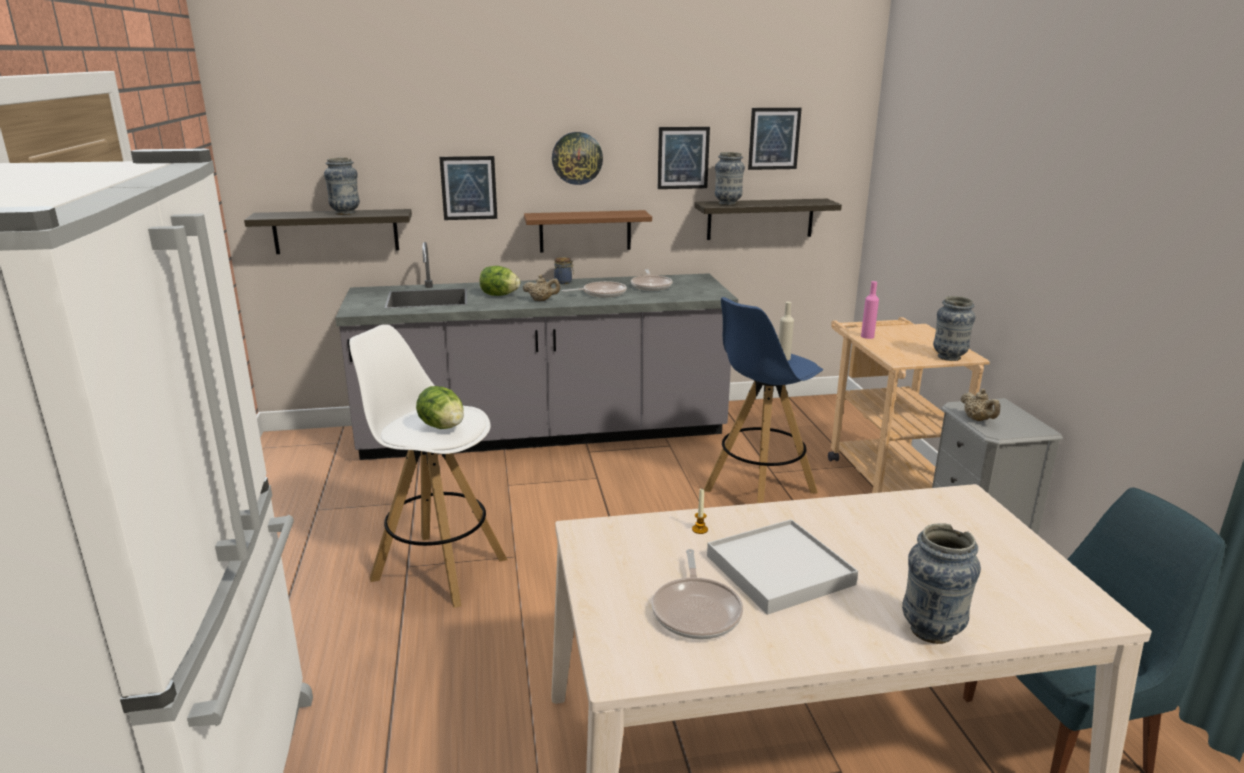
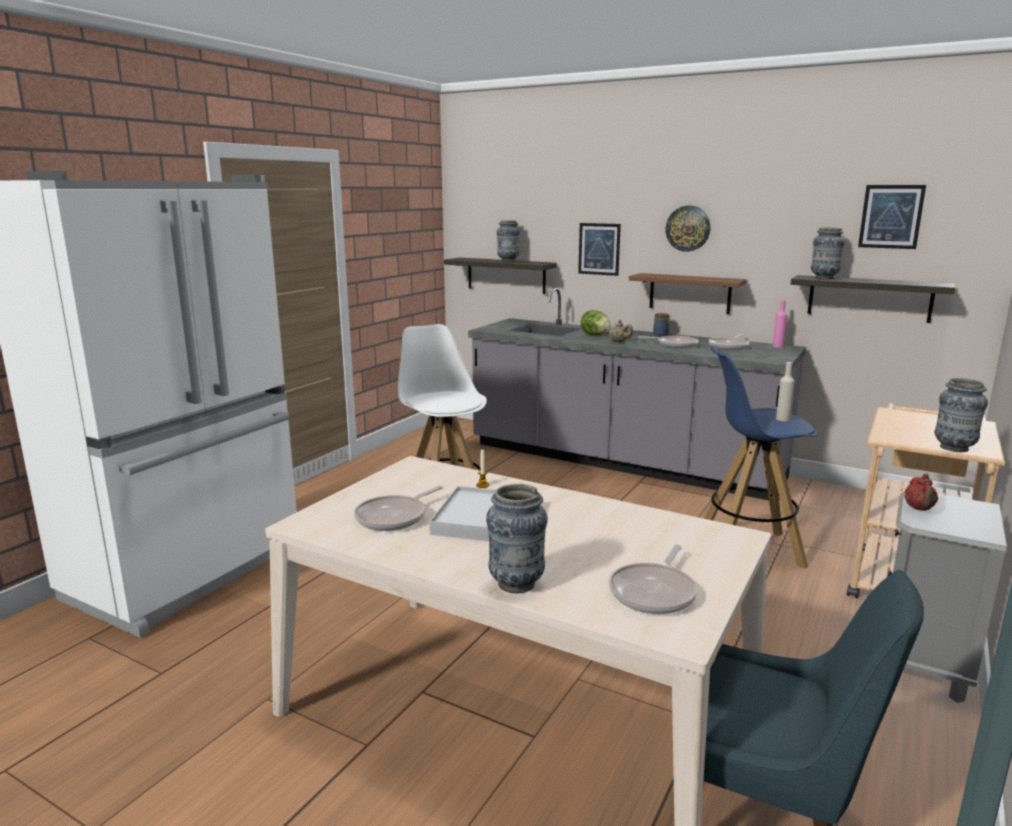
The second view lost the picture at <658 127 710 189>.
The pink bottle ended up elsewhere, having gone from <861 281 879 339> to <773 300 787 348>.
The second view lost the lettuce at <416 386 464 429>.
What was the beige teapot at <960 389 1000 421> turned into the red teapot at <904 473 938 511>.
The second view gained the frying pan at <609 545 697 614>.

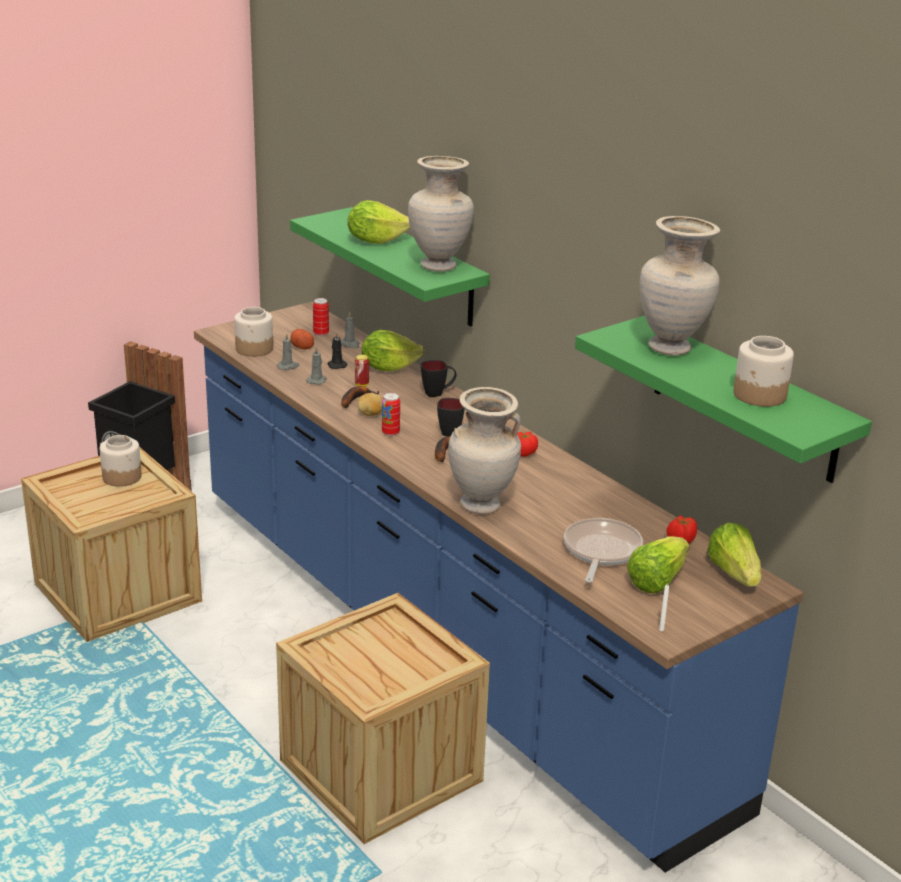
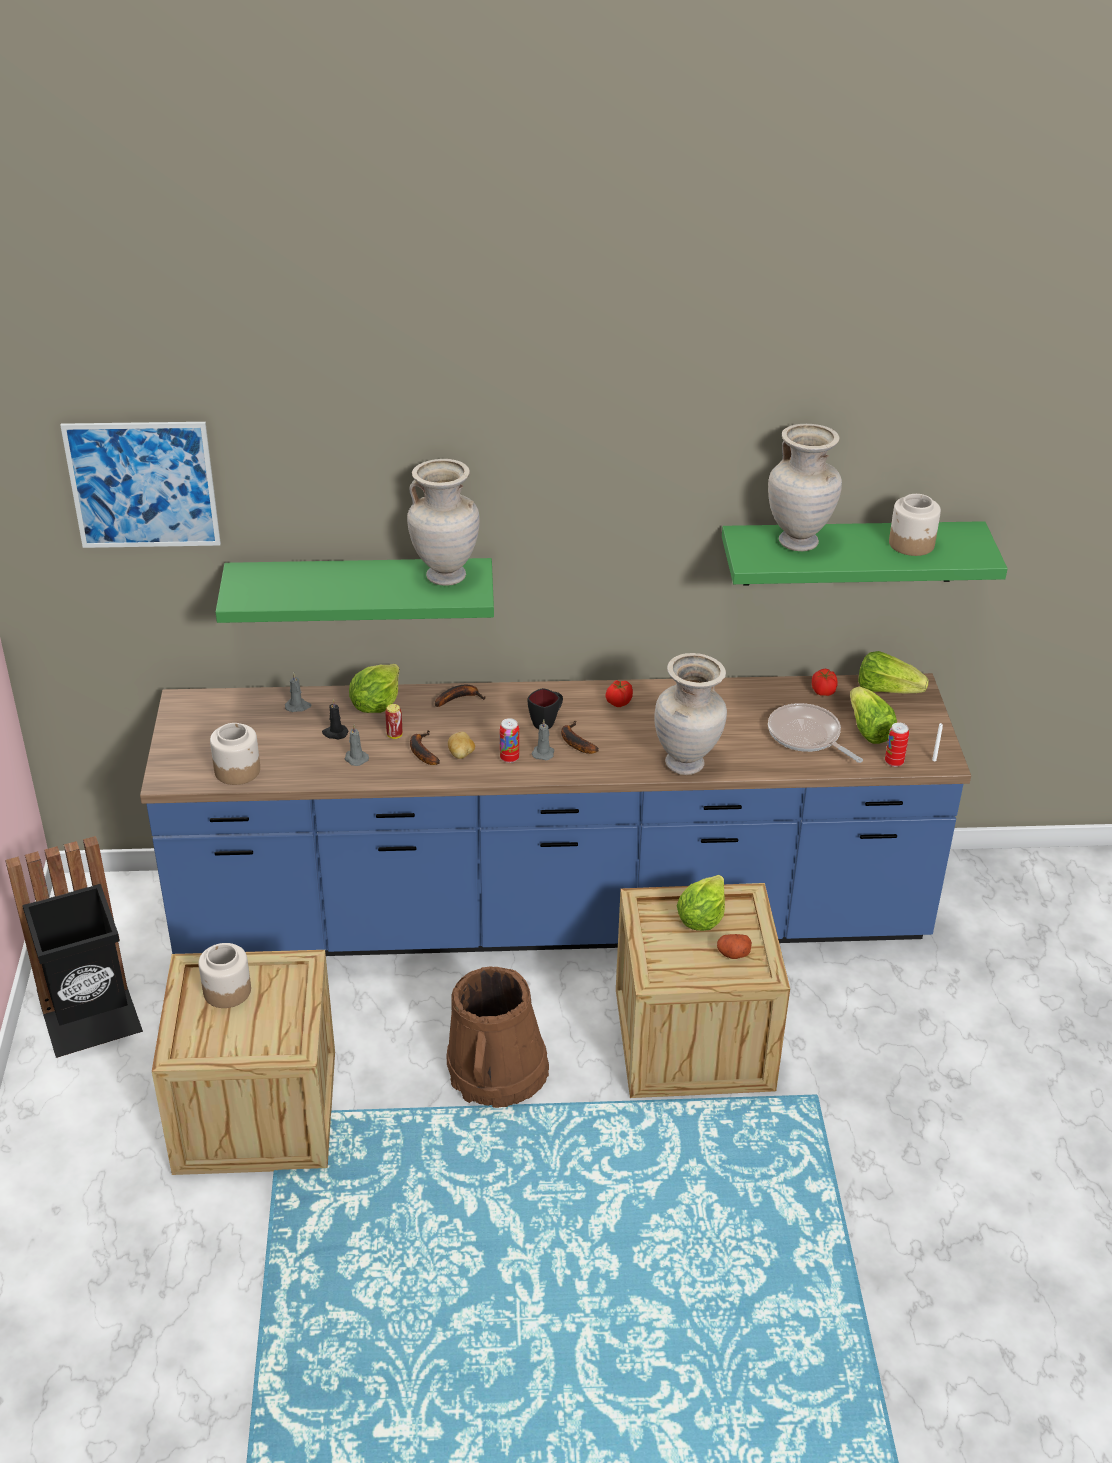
The lettuce ended up elsewhere, having gone from <348 200 410 244> to <677 875 725 931>.
The can ended up elsewhere, having gone from <313 298 329 336> to <885 722 909 767>.
The potato ended up elsewhere, having gone from <291 329 314 349> to <717 934 752 959>.
The grey candle ended up elsewhere, having gone from <277 333 300 370> to <532 719 554 760>.
Where the black mug stood at <421 360 457 397>, the banana came to stand at <435 685 486 707>.
The second view gained the picture at <60 422 221 548>.
The second view gained the brown bucket at <447 966 549 1108>.

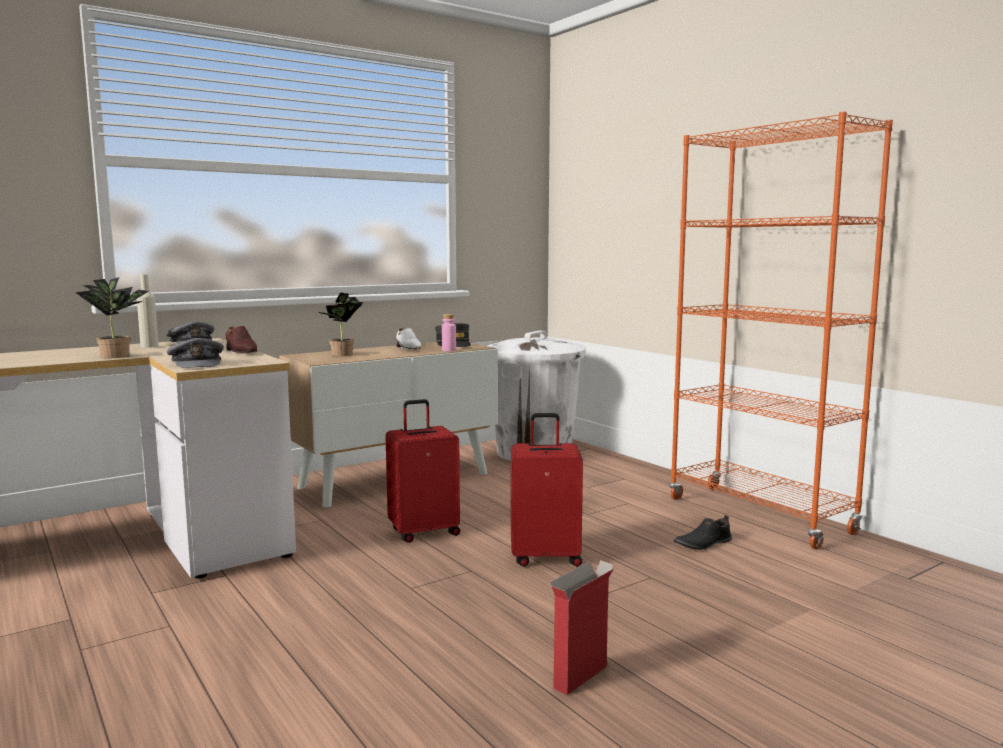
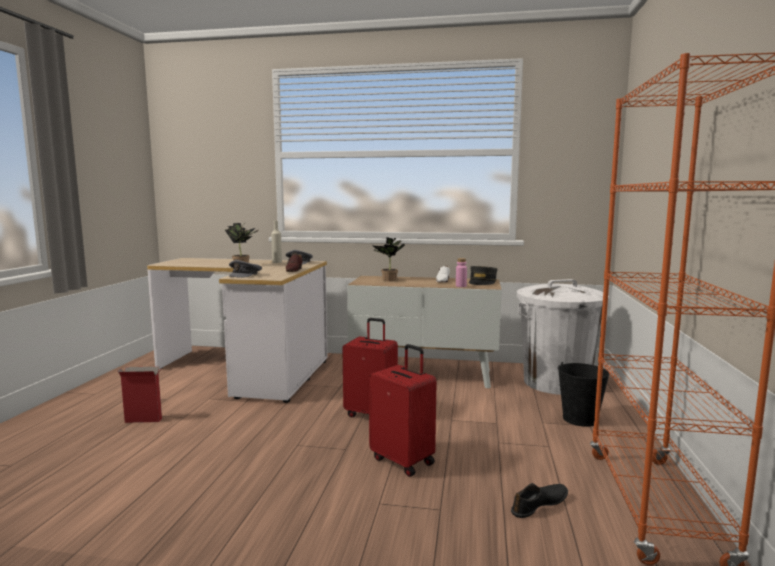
The black shoe at <674 515 732 550> ended up facing another way, 135 degrees clockwise from before.
The cardboard box ended up elsewhere, having gone from <550 560 614 695> to <118 367 163 423>.
The second view gained the black bucket at <558 362 609 427>.

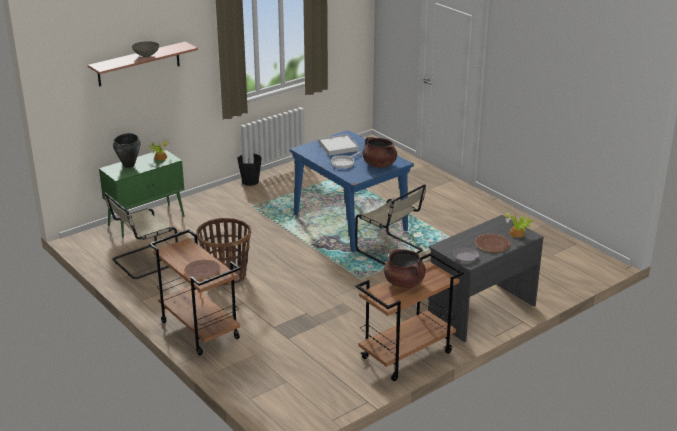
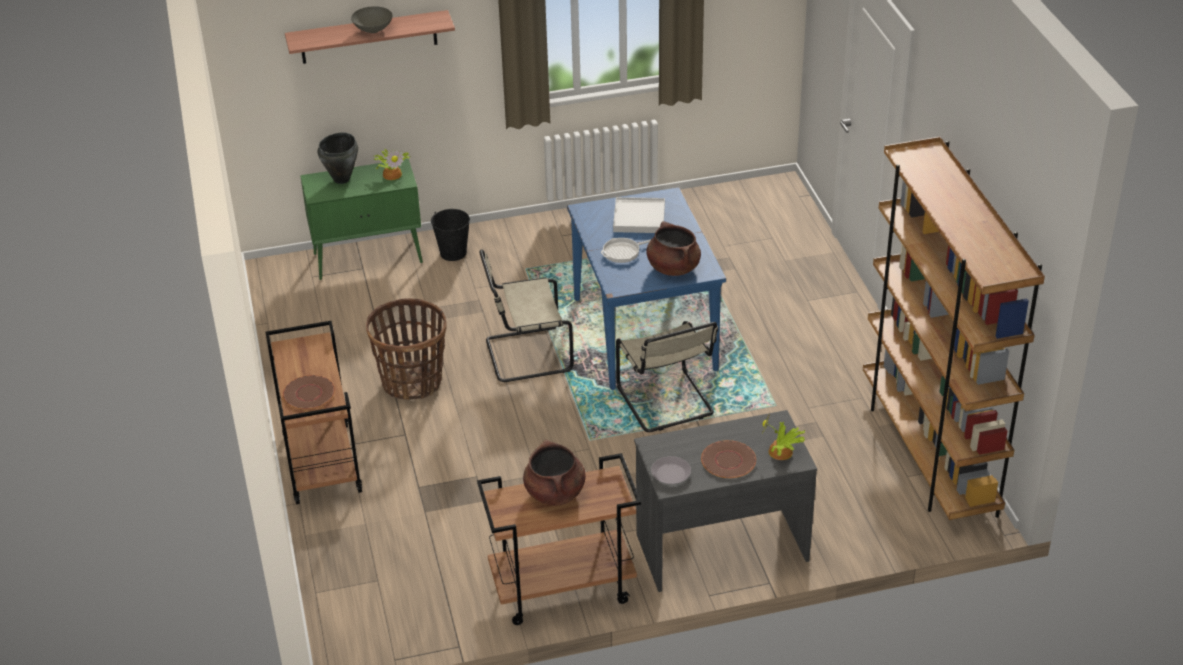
The black bucket ended up elsewhere, having gone from <237 154 262 186> to <431 209 470 261>.
The beige chair ended up elsewhere, having gone from <104 192 178 279> to <479 250 574 382>.
The second view gained the brown bookcase at <863 137 1045 520>.

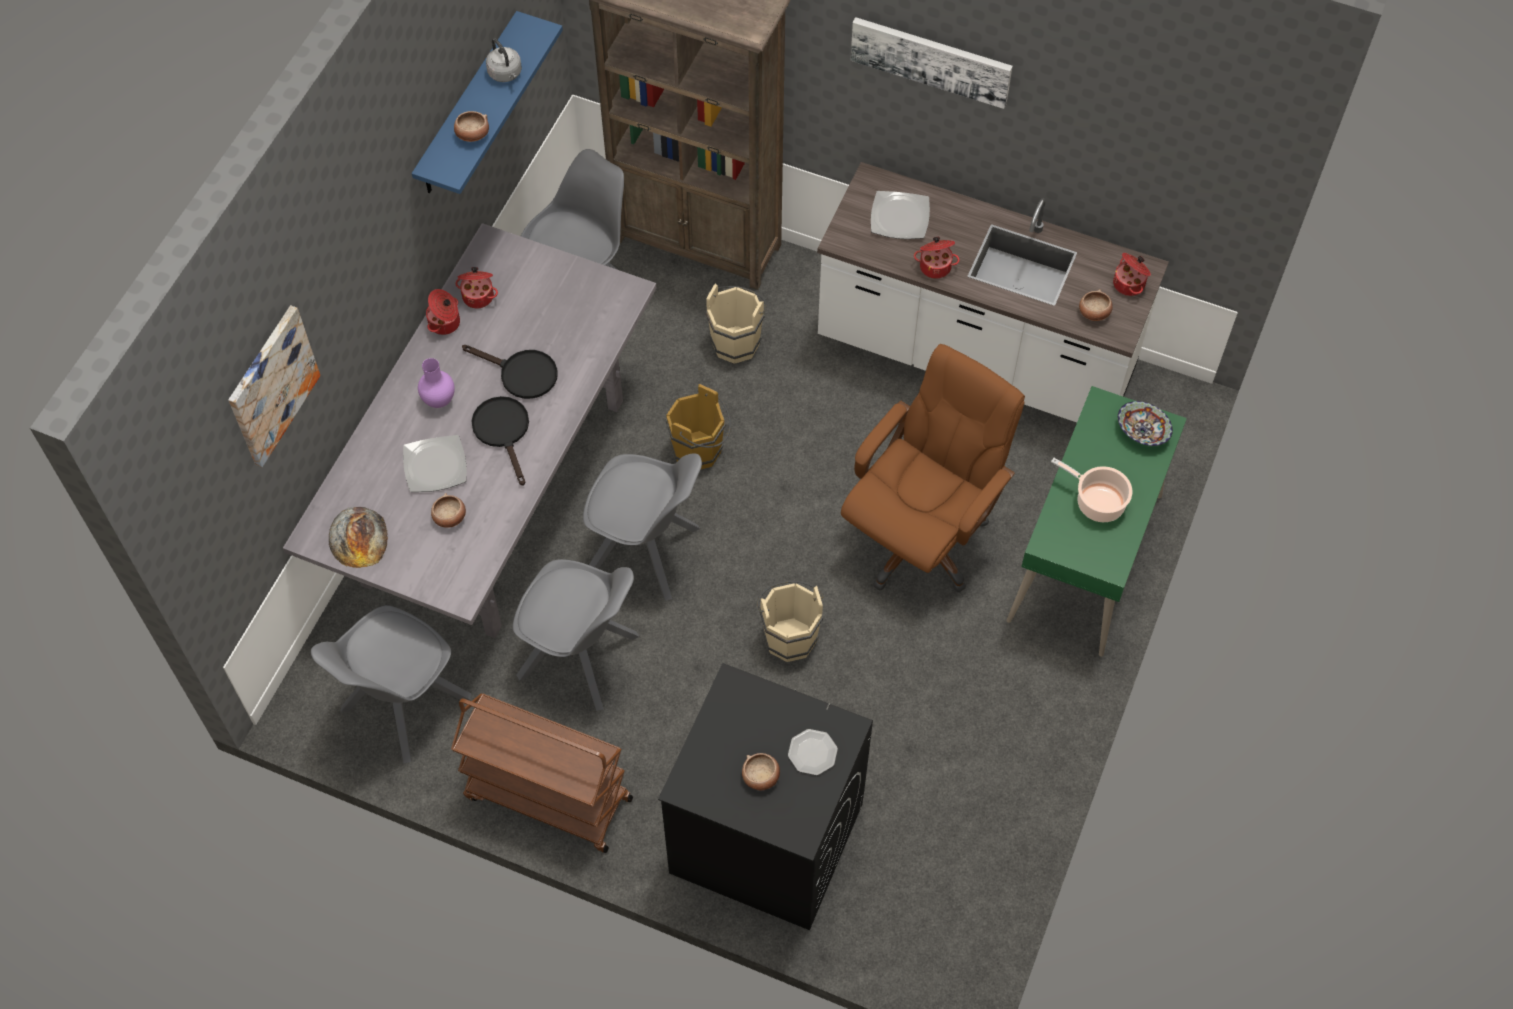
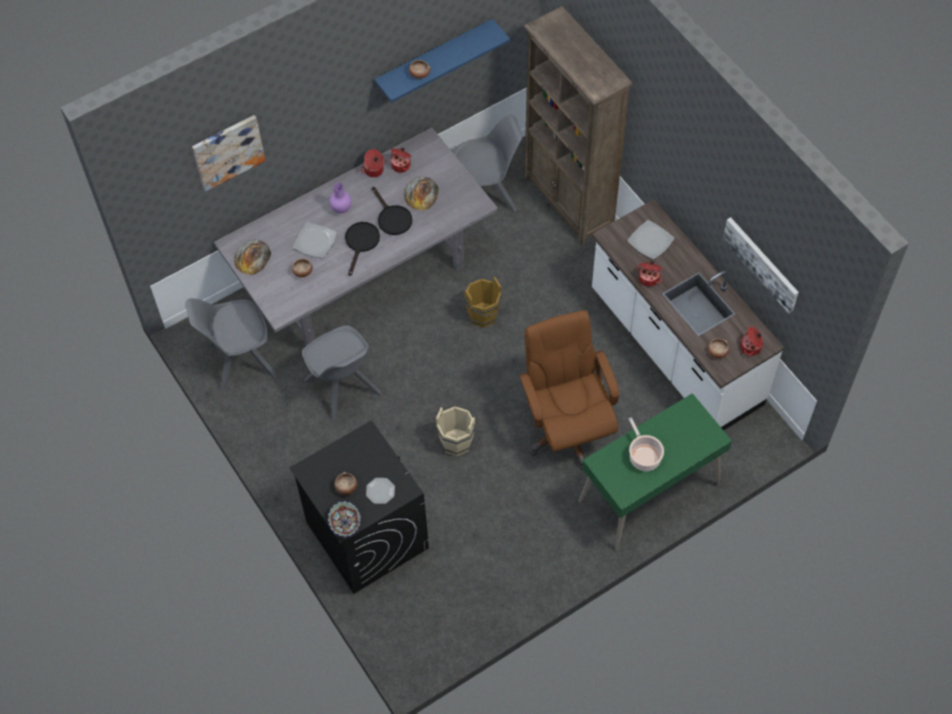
The picture ended up elsewhere, having gone from <851 17 1013 109> to <723 217 799 314>.
The second view lost the grey kettle at <486 38 522 82>.
The second view lost the beige bucket at <706 284 767 363>.
The brown office chair at <841 344 1025 592> ended up facing another way, 90 degrees counterclockwise from before.
The bowl ended up elsewhere, having gone from <1118 401 1173 446> to <328 501 361 537>.
The second view lost the grey chair at <583 453 702 601>.
The second view lost the brown cart at <451 693 633 853>.
The second view gained the bread at <404 176 439 210>.

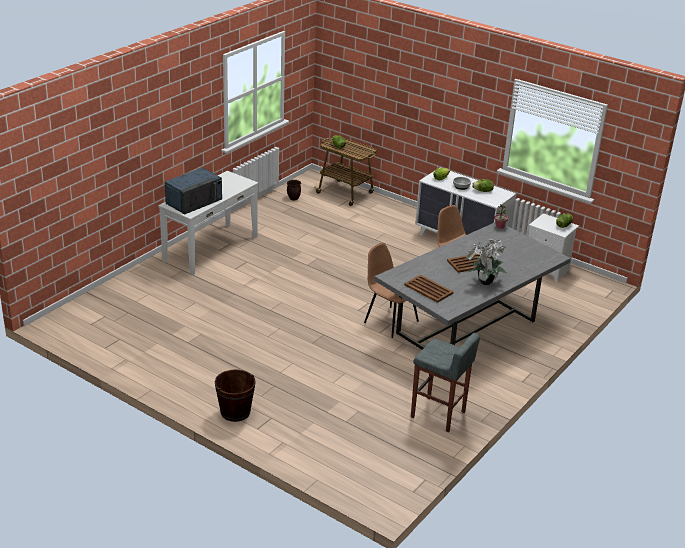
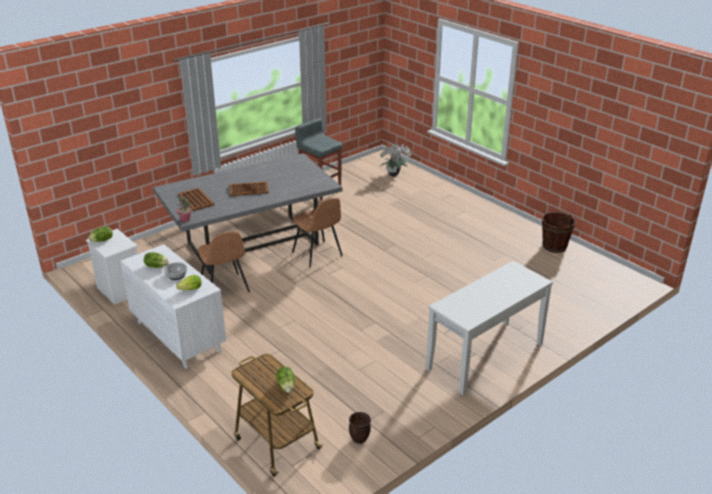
The second view lost the blue microwave at <165 168 222 214>.
The potted plant ended up elsewhere, having gone from <465 239 507 285> to <379 143 413 176>.
The brown tray ended up elsewhere, having gone from <405 275 453 303> to <178 188 215 211>.
The brown bucket ended up elsewhere, having gone from <215 369 256 422> to <542 212 576 253>.

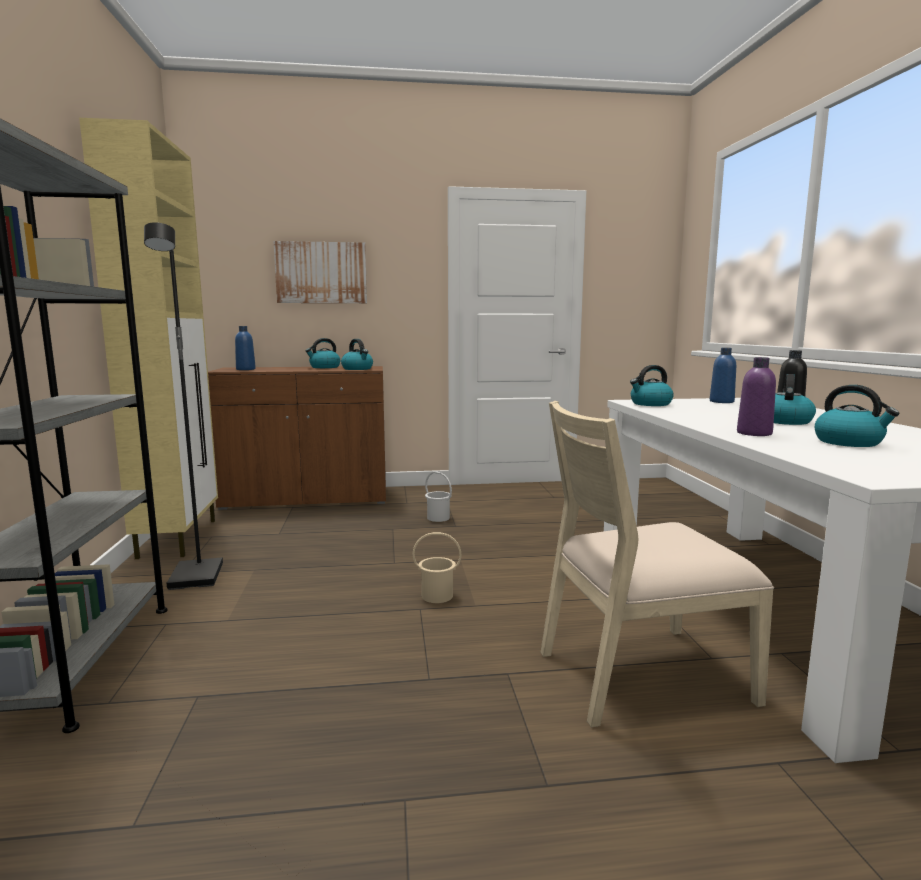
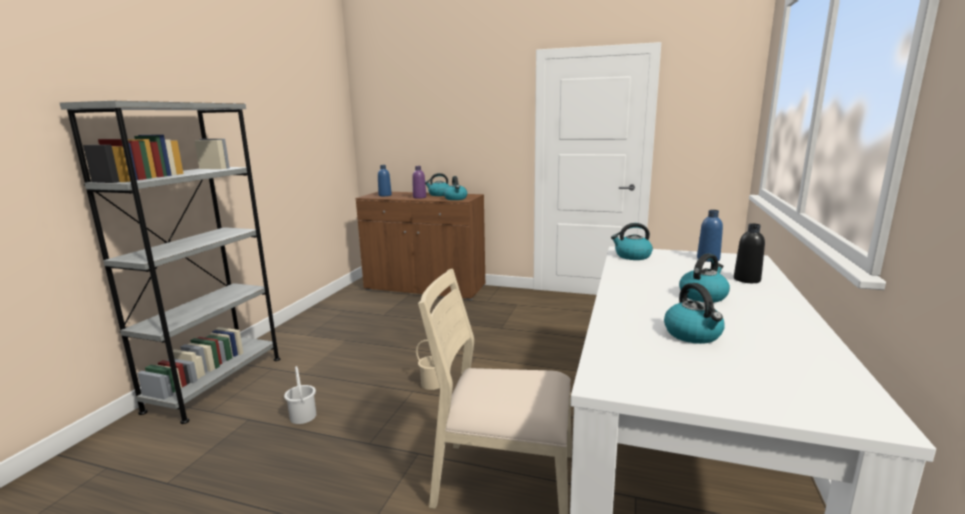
The second view lost the beige cabinet at <79 118 218 559>.
The second view lost the black floor lamp at <144 222 223 590>.
The second view lost the picture at <273 241 367 303>.
The purple bottle ended up elsewhere, having gone from <737 357 776 436> to <412 166 426 199>.
The white bucket ended up elsewhere, having gone from <425 471 452 522> to <284 366 316 424>.

